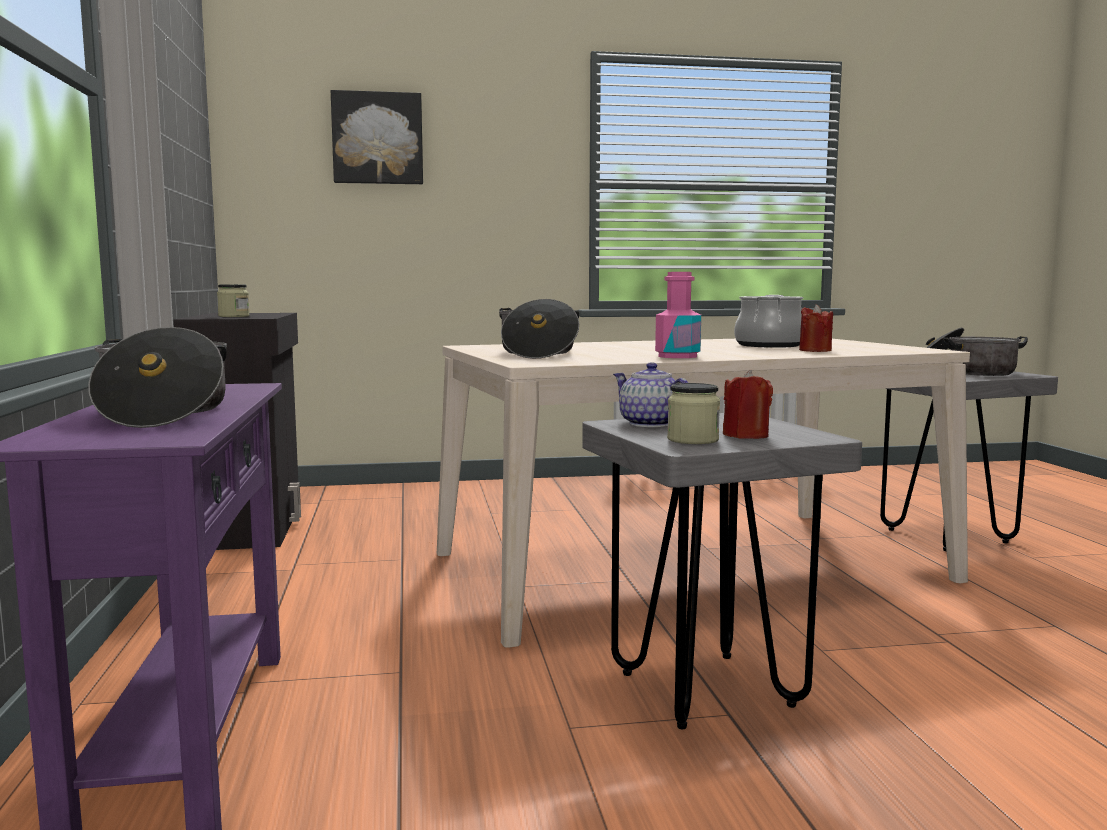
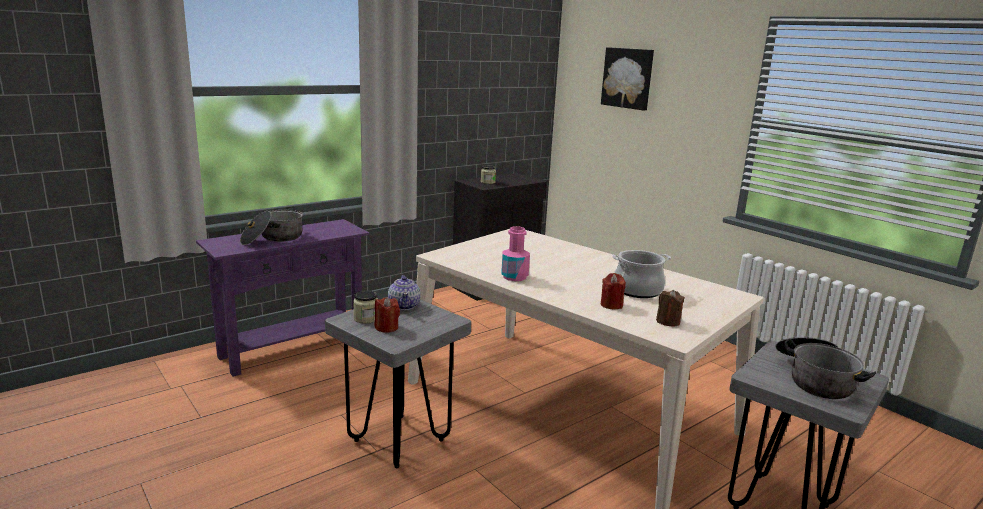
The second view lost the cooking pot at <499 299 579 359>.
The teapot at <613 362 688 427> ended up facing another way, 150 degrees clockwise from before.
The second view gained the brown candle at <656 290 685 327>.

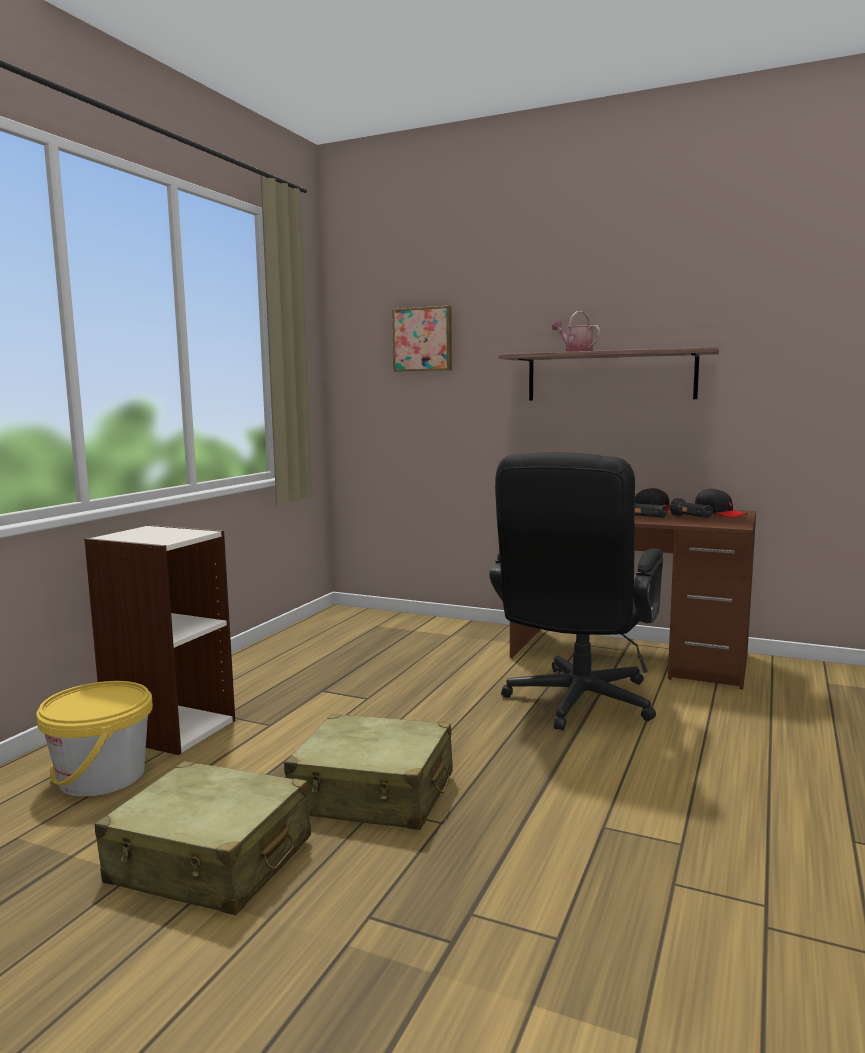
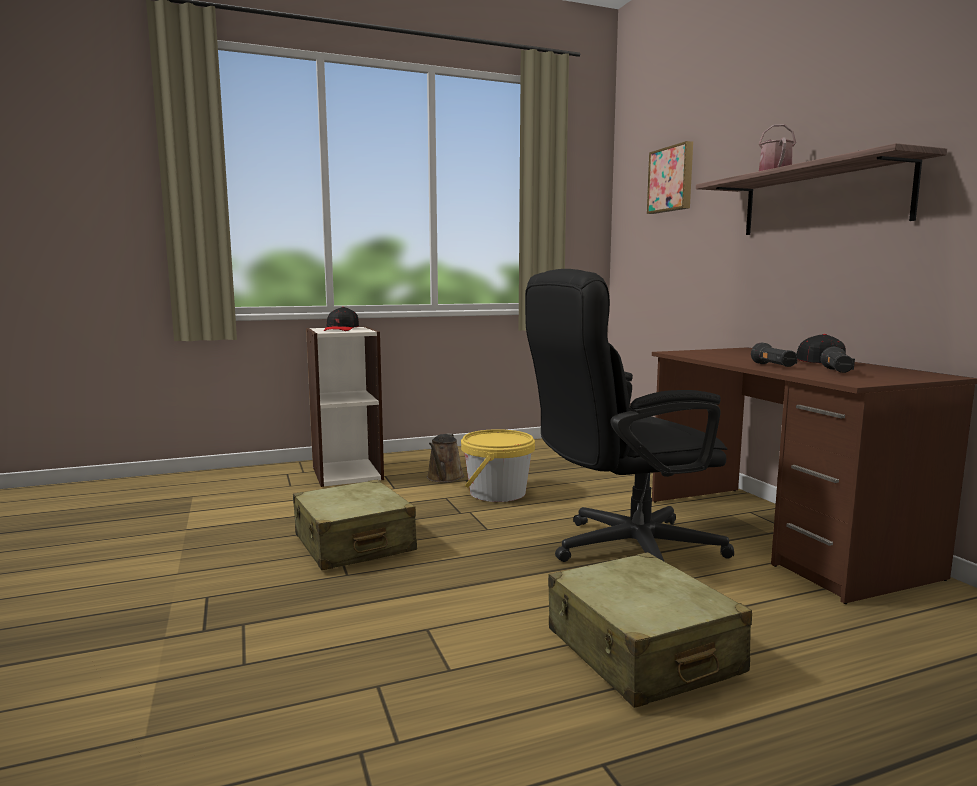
The black cap ended up elsewhere, having gone from <695 488 748 517> to <324 307 359 331>.
The yellow bucket ended up elsewhere, having gone from <36 681 153 797> to <461 429 535 502>.
The beige suitcase ended up elsewhere, having gone from <95 761 311 915> to <548 552 752 708>.
The second view gained the brown watering can at <427 433 464 483>.

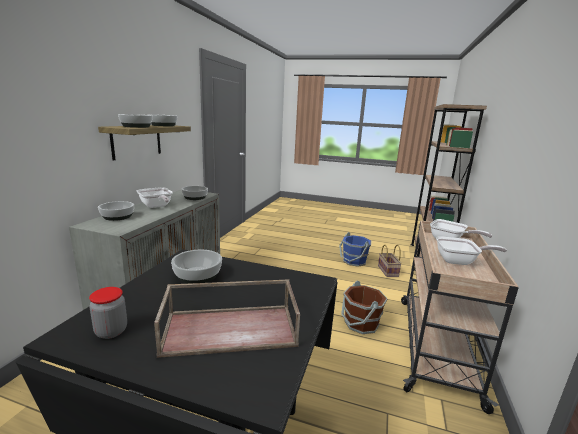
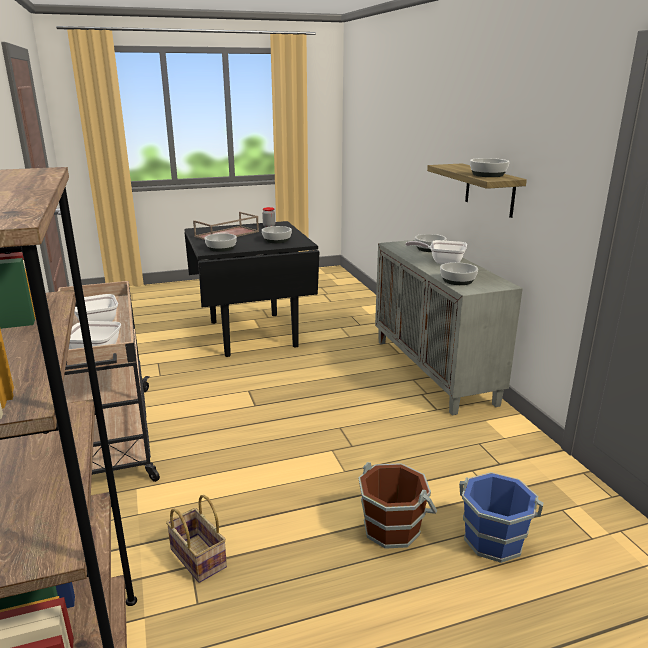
The bowl ended up elsewhere, having gone from <118 114 153 128> to <205 233 237 252>.
The blue bucket ended up elsewhere, having gone from <339 232 371 267> to <459 472 543 563>.
The brown bucket ended up elsewhere, having gone from <341 280 388 334> to <358 462 437 549>.

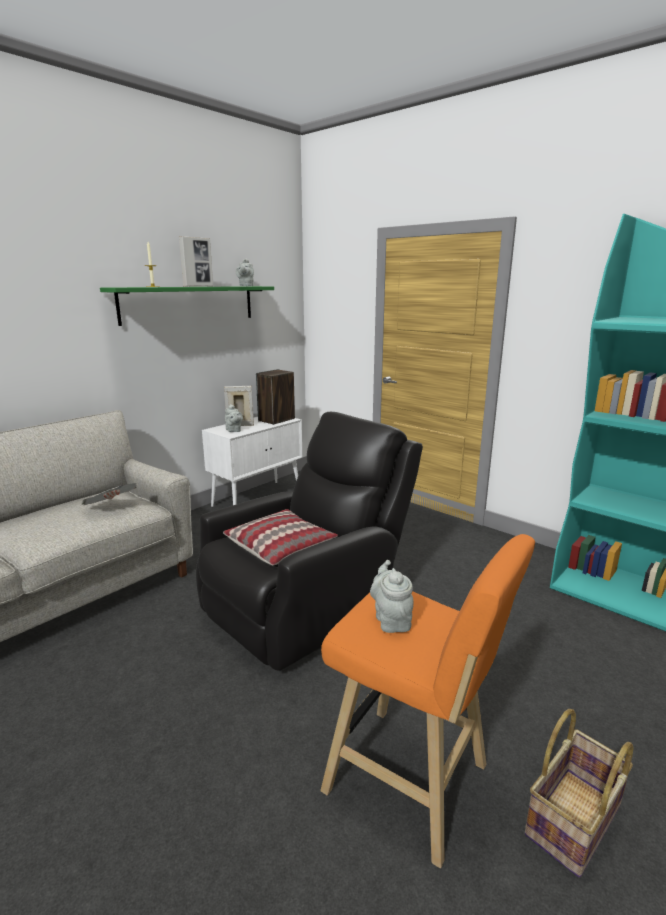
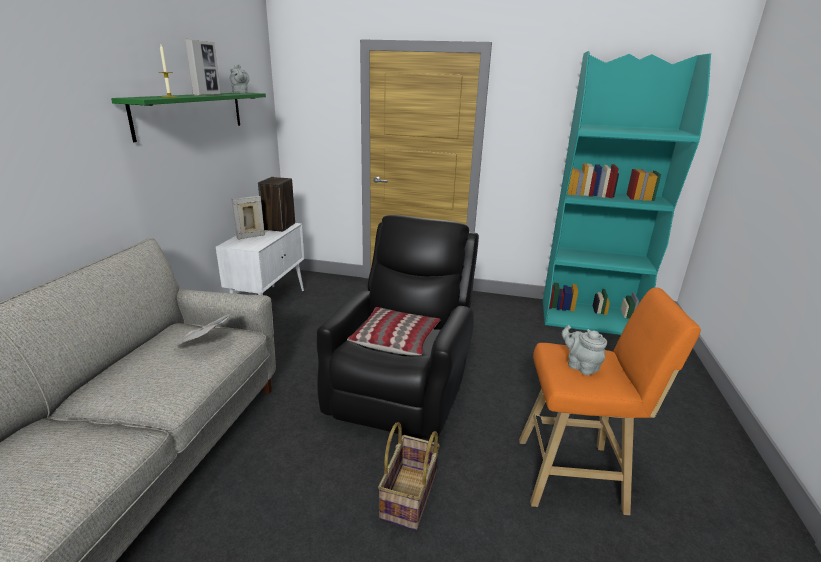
The second view lost the grey teapot at <225 404 243 432>.
The basket ended up elsewhere, having gone from <525 709 633 878> to <378 422 440 530>.

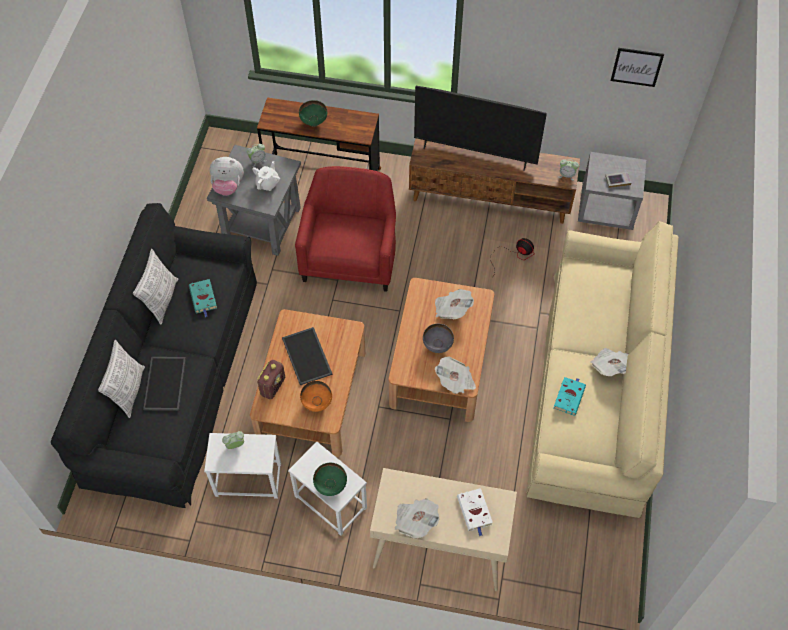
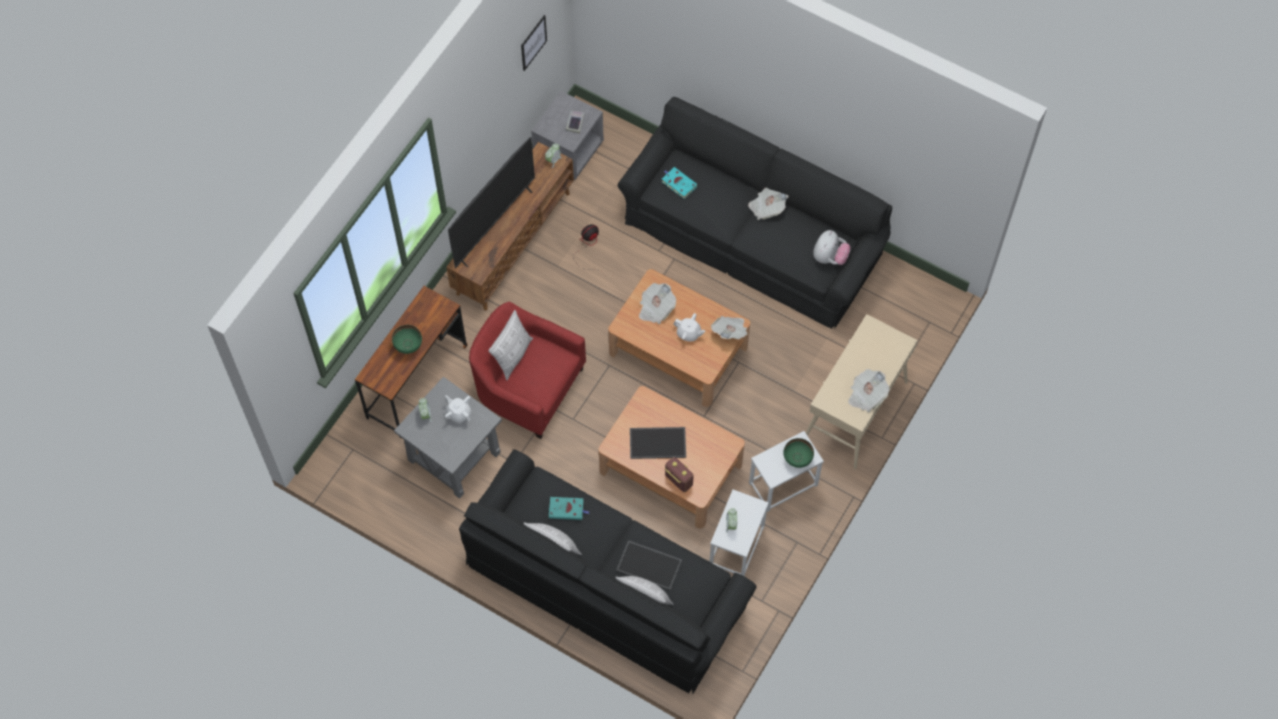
The plush toy ended up elsewhere, having gone from <210 157 244 196> to <814 230 851 265>.
What was the beige sofa at <526 221 679 518> turned into the black sofa at <618 97 892 329>.
Where the grey bowl stood at <423 324 454 353>, the white teapot came to stand at <673 313 705 342>.
The turquoise book ended up elsewhere, having gone from <554 377 586 416> to <661 167 698 199>.
The second view lost the orange bowl at <300 381 332 412>.
The second view lost the white book at <457 488 493 536>.
The second view gained the pillow at <488 310 533 380>.

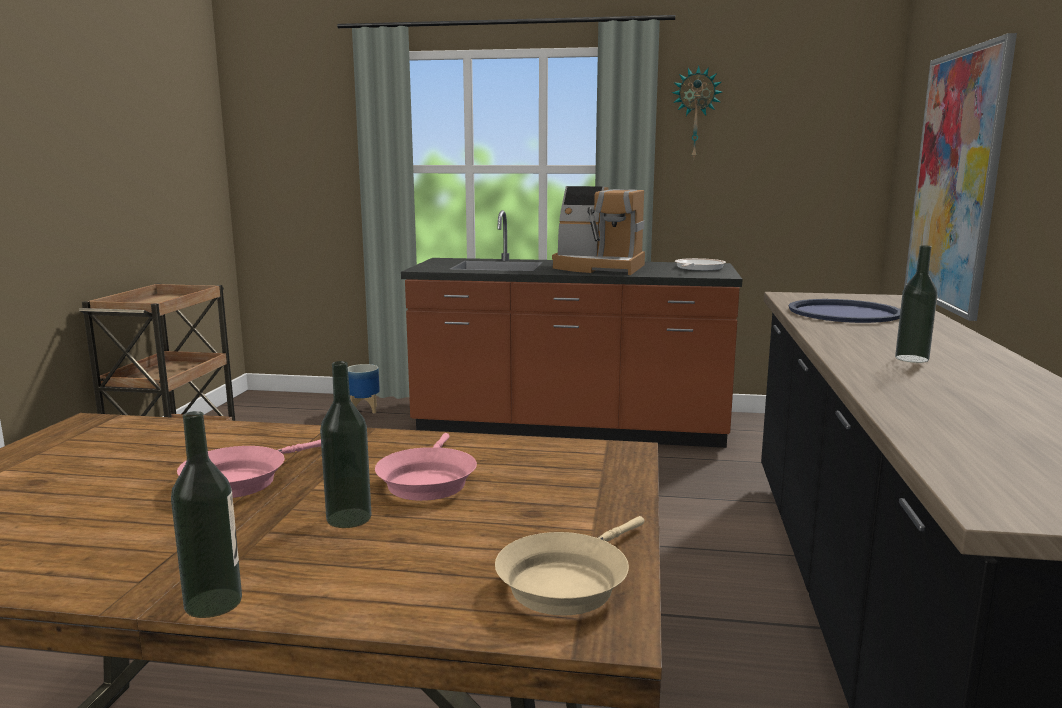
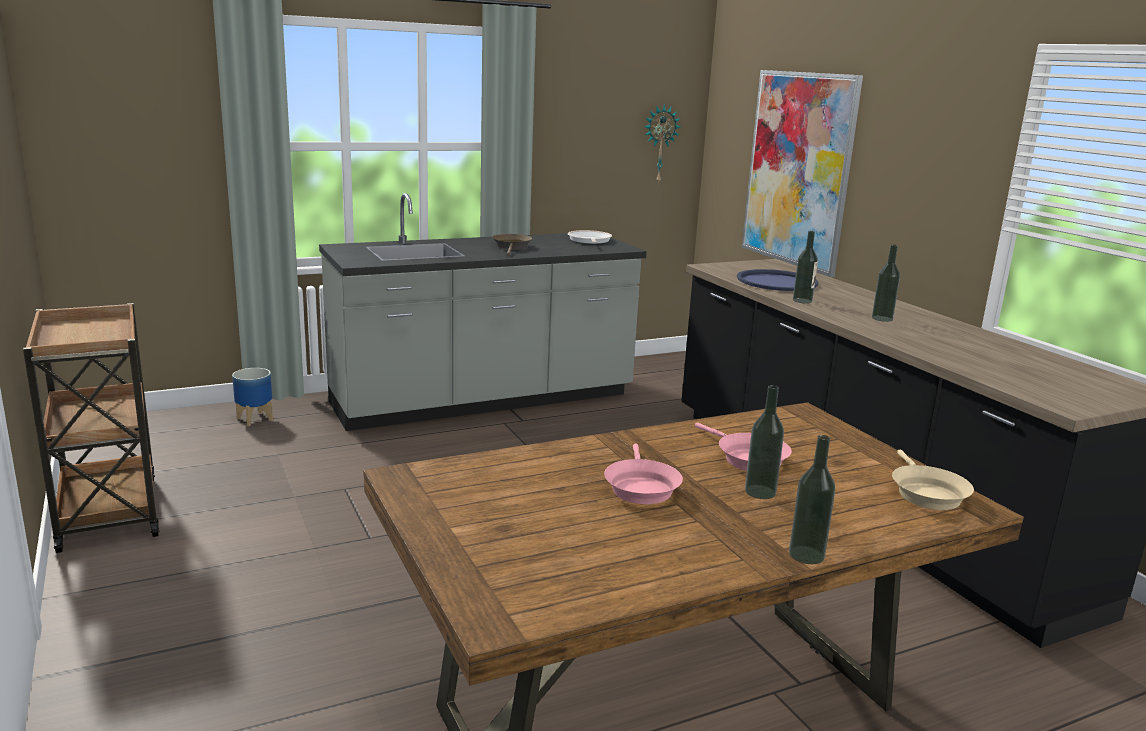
The wall clock ended up elsewhere, having gone from <672 66 722 158> to <644 104 681 184>.
Where the coffee machine stood at <552 186 645 275>, the brown frying pan came to stand at <492 234 532 256>.
What was the brown counter at <401 210 742 448> turned into the grey counter at <319 193 647 431>.
The second view gained the bottle at <793 231 818 304>.

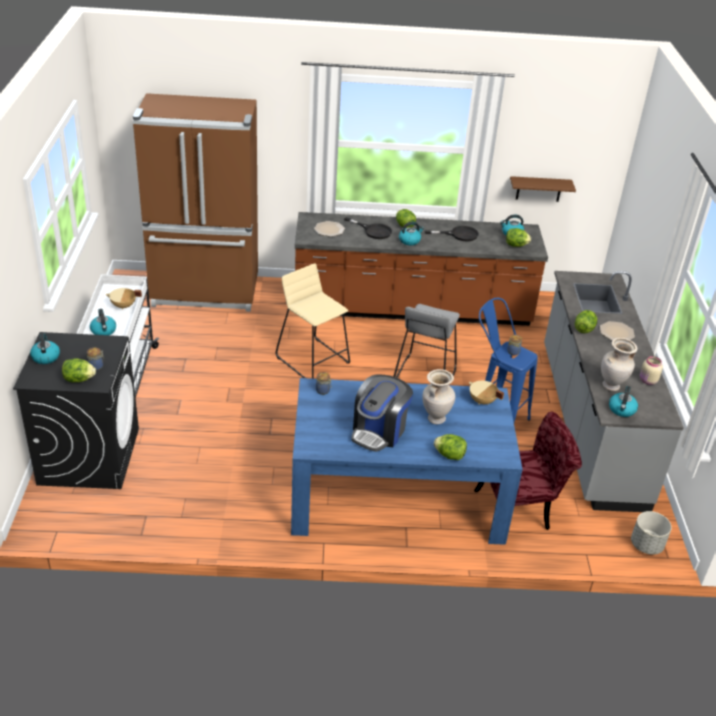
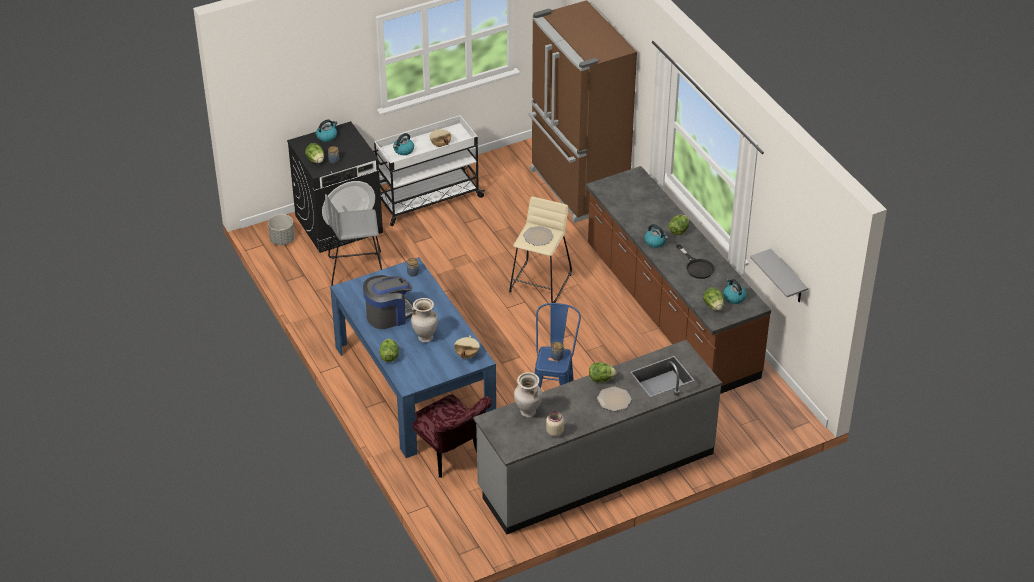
What was the brown shelf at <510 176 576 202> turned into the grey shelf at <750 249 808 302>.
The second view lost the black frying pan at <344 217 392 239>.
The plate ended up elsewhere, having gone from <314 221 345 237> to <523 226 554 246>.
The grey stool ended up elsewhere, having gone from <393 304 460 385> to <325 194 382 286>.
The coffee machine at <352 374 413 452> ended up facing another way, 150 degrees clockwise from before.
The second view lost the kettle at <609 386 638 417>.
The grey planter ended up elsewhere, having gone from <631 511 672 555> to <268 214 295 245>.

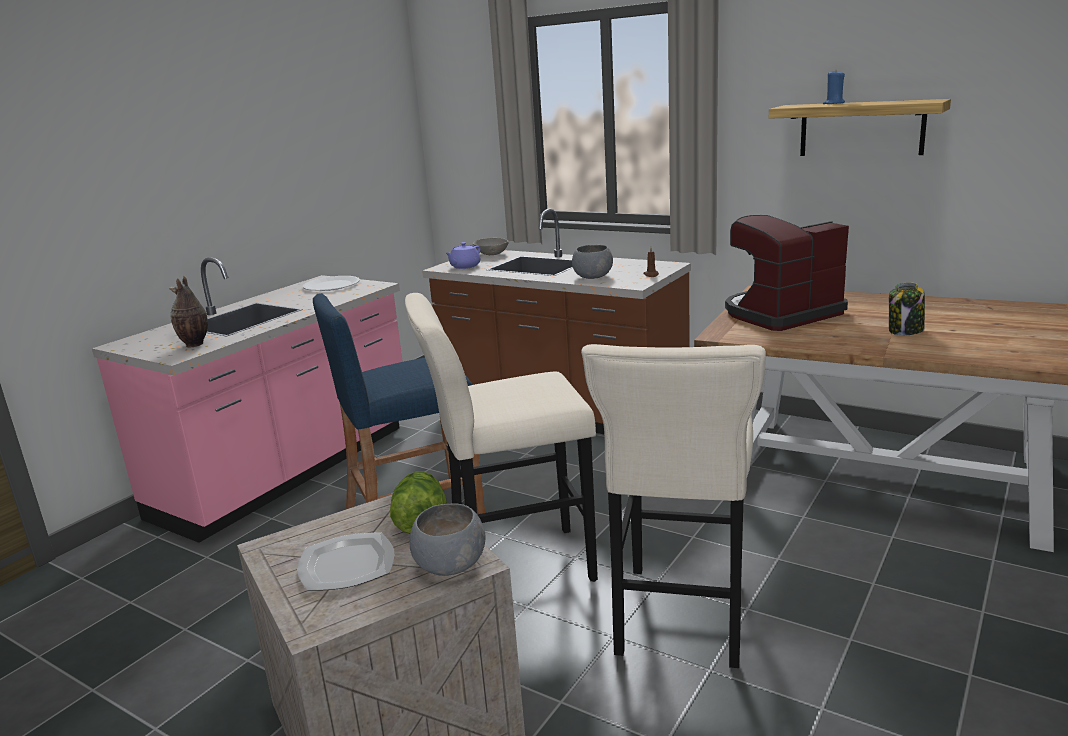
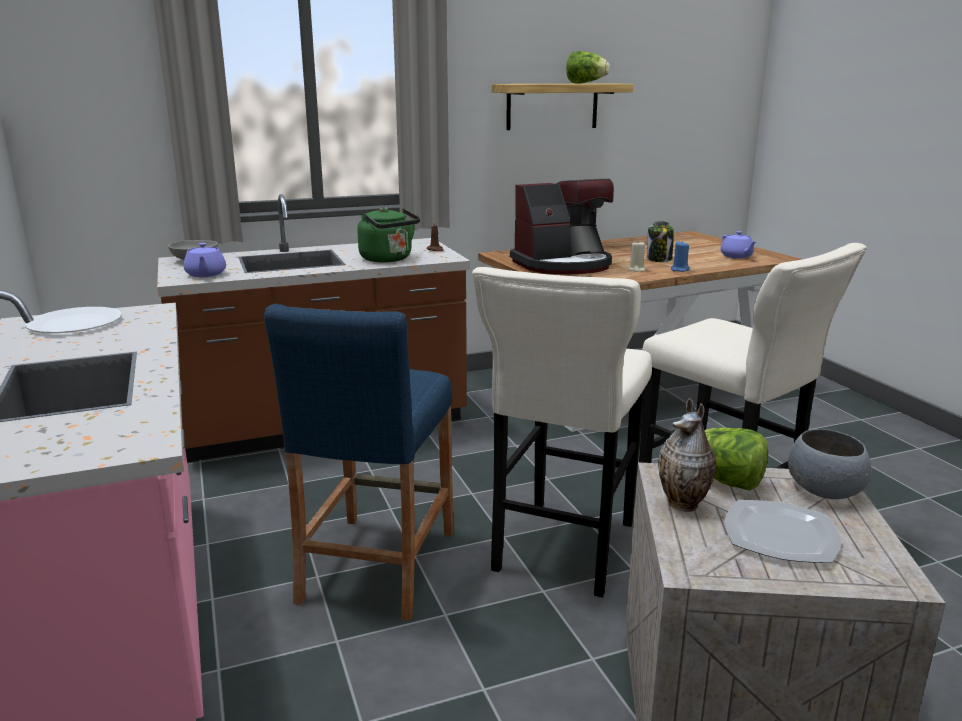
The blue candle ended up elsewhere, having gone from <823 71 845 104> to <671 241 689 272>.
The coffee machine at <725 215 849 331> ended up facing another way, 120 degrees counterclockwise from before.
Where the grey bowl stood at <572 245 613 279>, the green kettle came to stand at <357 207 420 262>.
The vase ended up elsewhere, having gone from <169 276 208 347> to <658 398 716 512>.
The second view gained the lettuce at <566 51 610 83>.
The second view gained the purple teapot at <720 231 756 258>.
The second view gained the beige candle at <629 241 645 272>.

